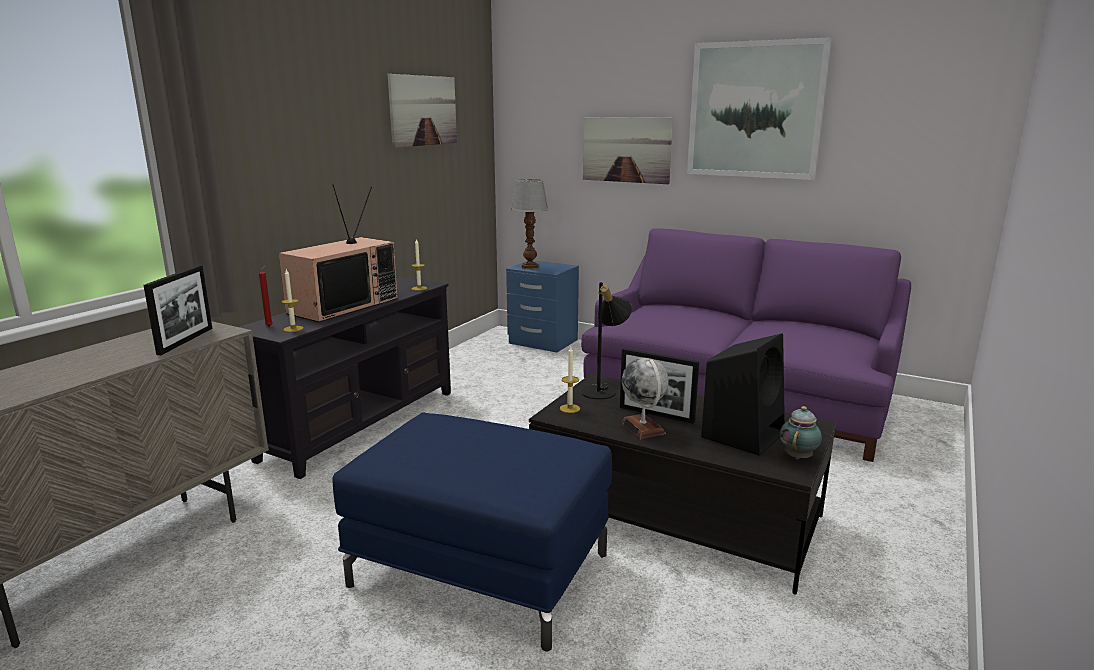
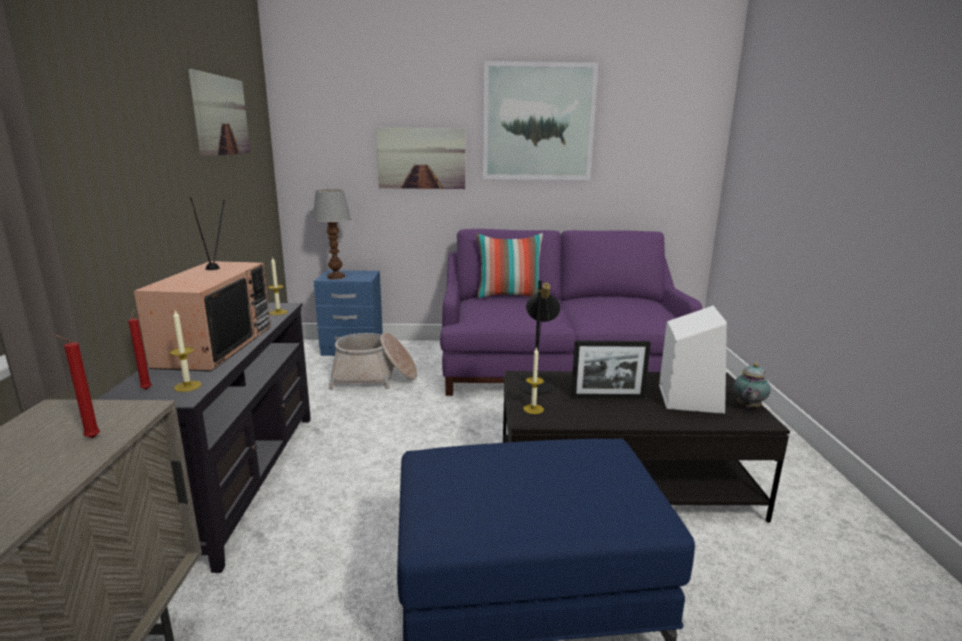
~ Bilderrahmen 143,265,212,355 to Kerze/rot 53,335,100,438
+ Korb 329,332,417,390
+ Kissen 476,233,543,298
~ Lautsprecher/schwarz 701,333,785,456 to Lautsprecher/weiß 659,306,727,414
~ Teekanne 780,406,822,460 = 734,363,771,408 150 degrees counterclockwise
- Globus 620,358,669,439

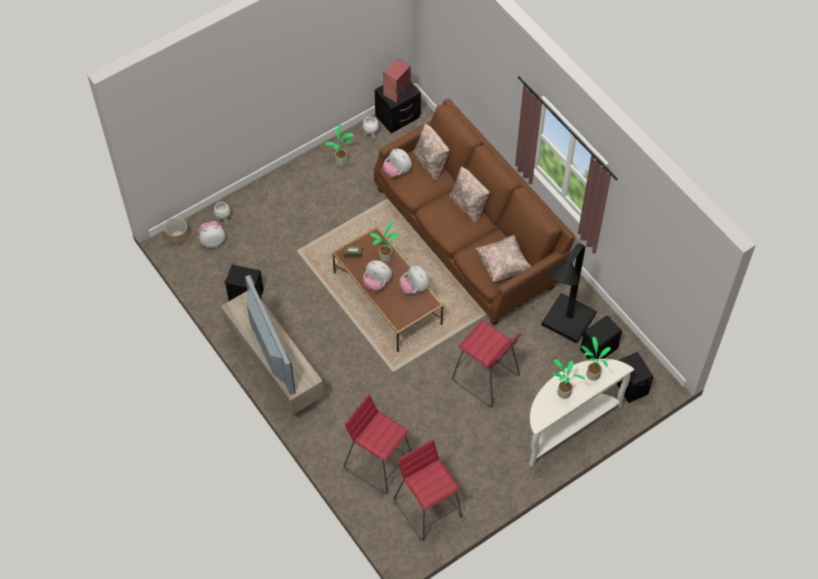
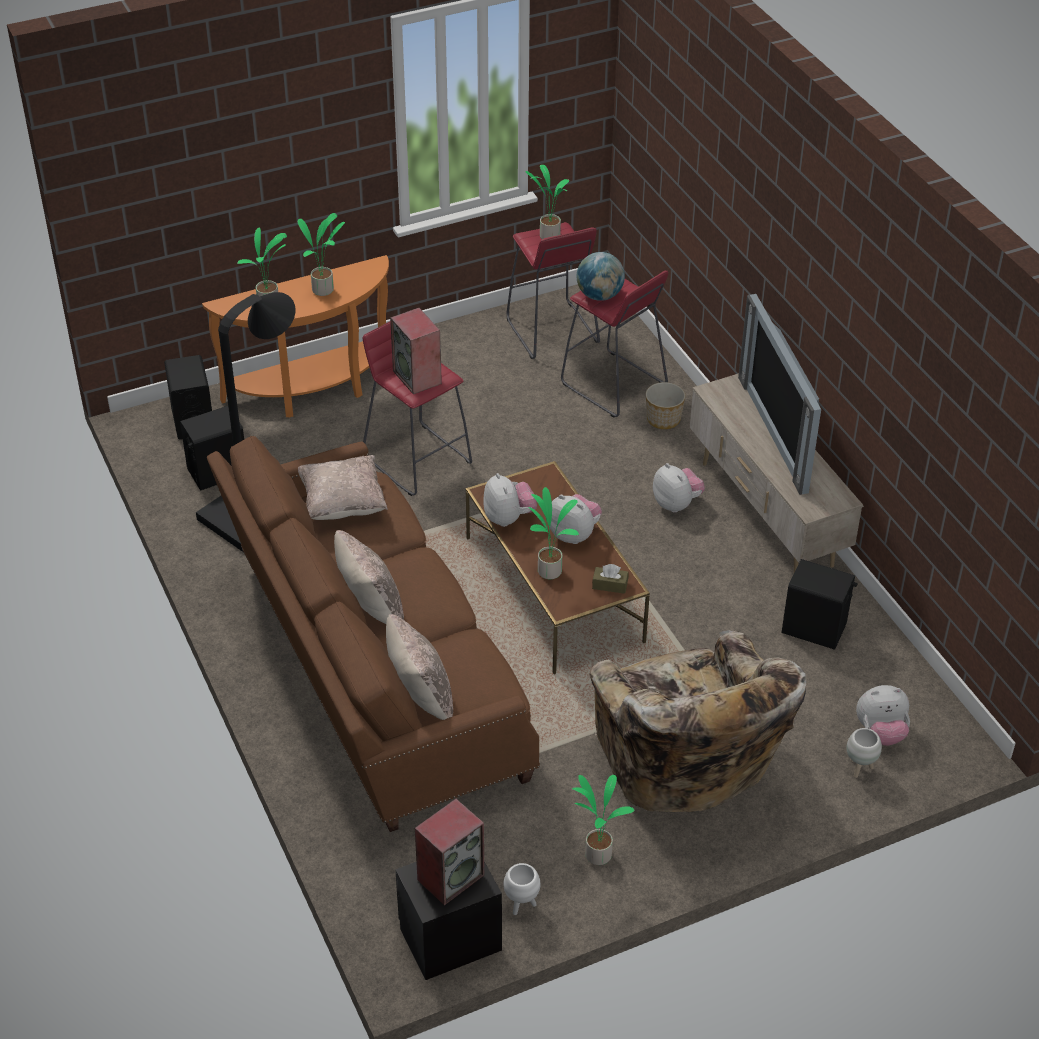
~ Konsolentisch/weiß 529,359,634,467 to Konsolentisch/orange 202,255,389,418
+ Lautsprecher 390,308,442,394
+ Topfpflanze 525,165,569,239
+ Globus 577,252,625,301
+ Sessel/beige 589,630,807,812
~ Pflanzkübel 164,217,188,245 to 646,382,685,429
~ Plüschtier 383,148,412,177 to 653,463,705,513

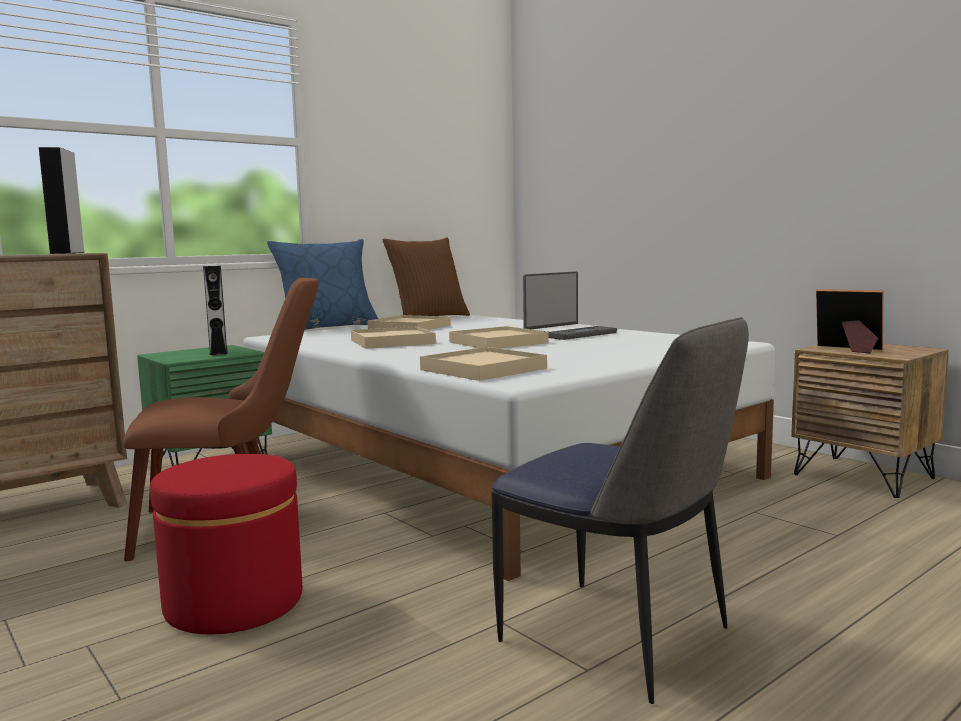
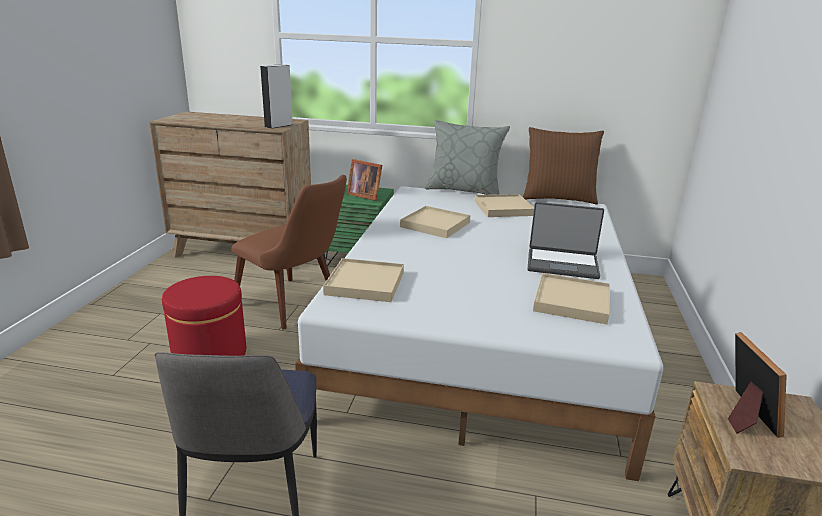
~ Lautsprecher/grau 203,265,228,356 to Bilderrahmen 347,159,382,201
~ Kissen/blau 267,239,378,330 to Kissen/grau 425,120,510,195
~ Tablett/beige 449,326,548,349 to 533,273,610,324

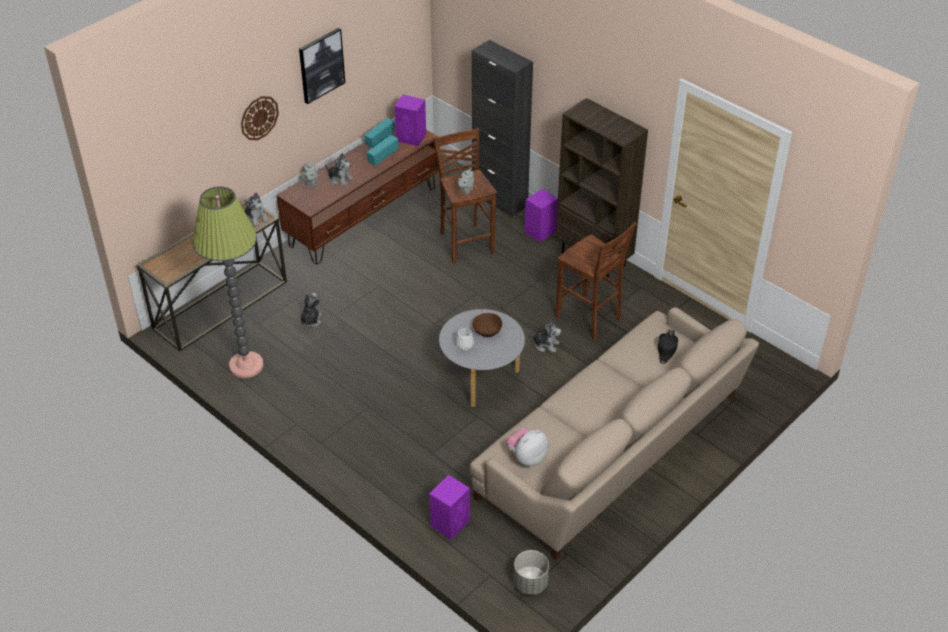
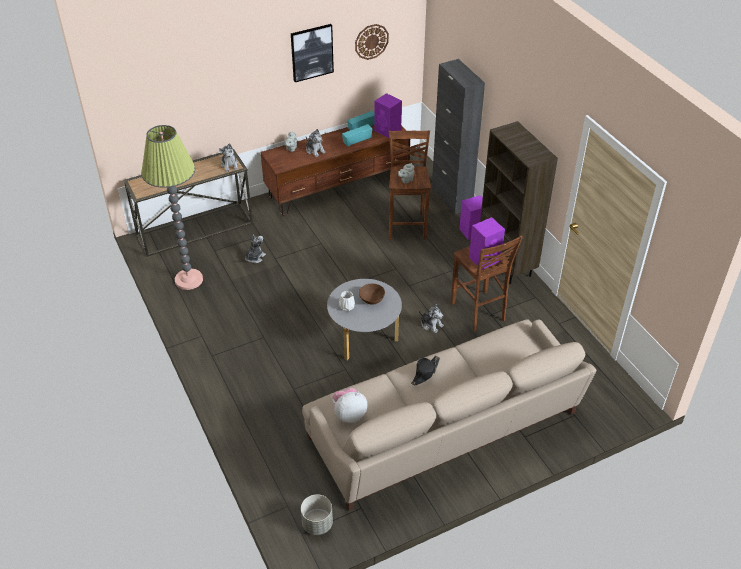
~ Wanduhr 241,96,279,140 to 355,24,389,60
~ Hut/schwarz 658,330,678,364 to 411,356,440,385
~ Lautsprecher/lila 429,475,470,540 to 469,217,505,270

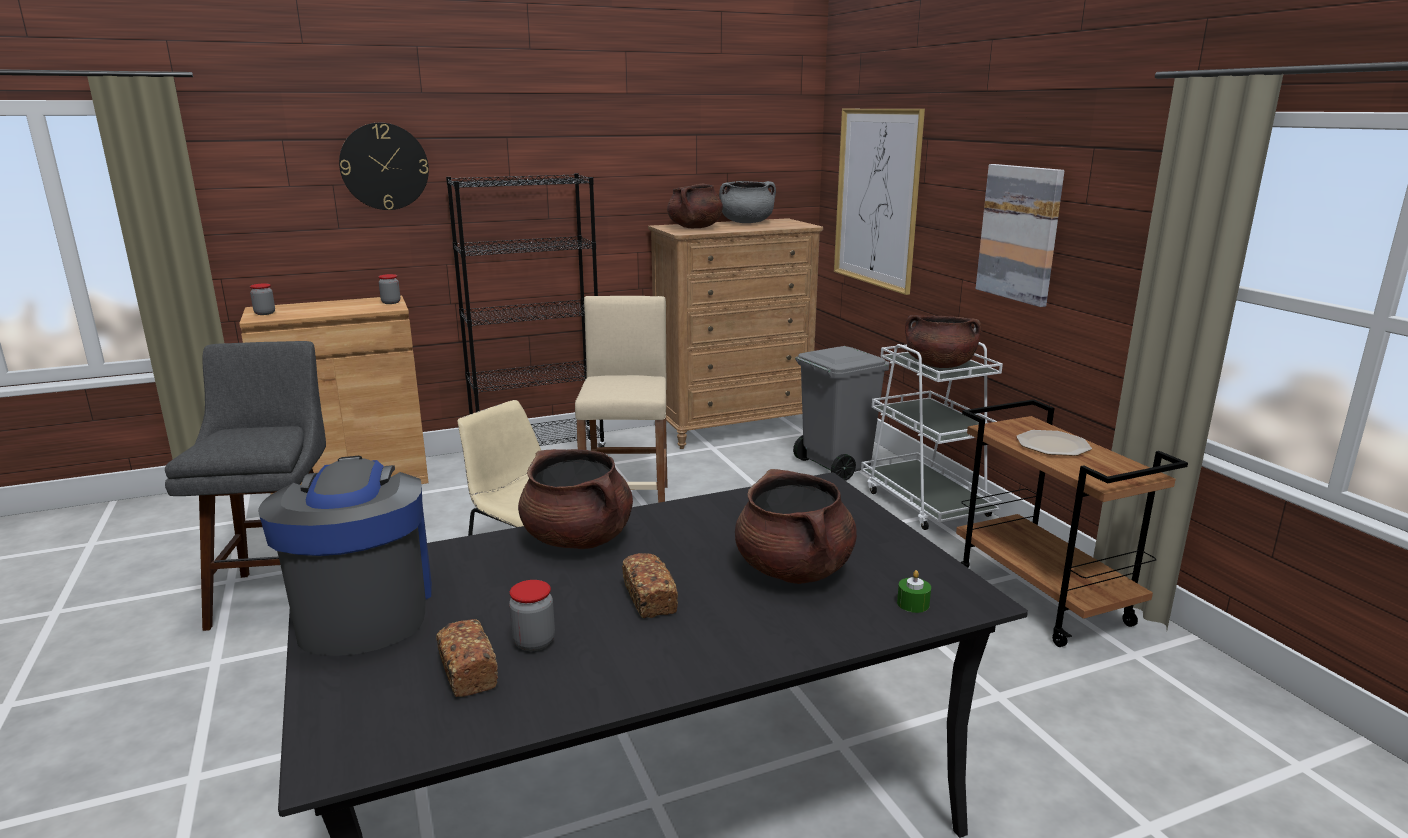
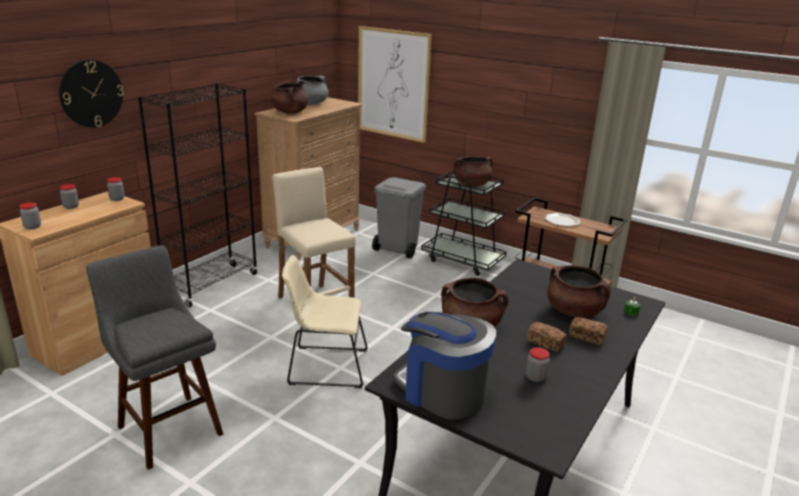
+ Vorratsglas 59,184,79,209
~ Rollwagen/weiß 861,342,1003,530 to Rollwagen/schwarz 421,170,507,276
~ Brot 436,619,498,697 to 569,317,608,345
- Bild 976,164,1064,307

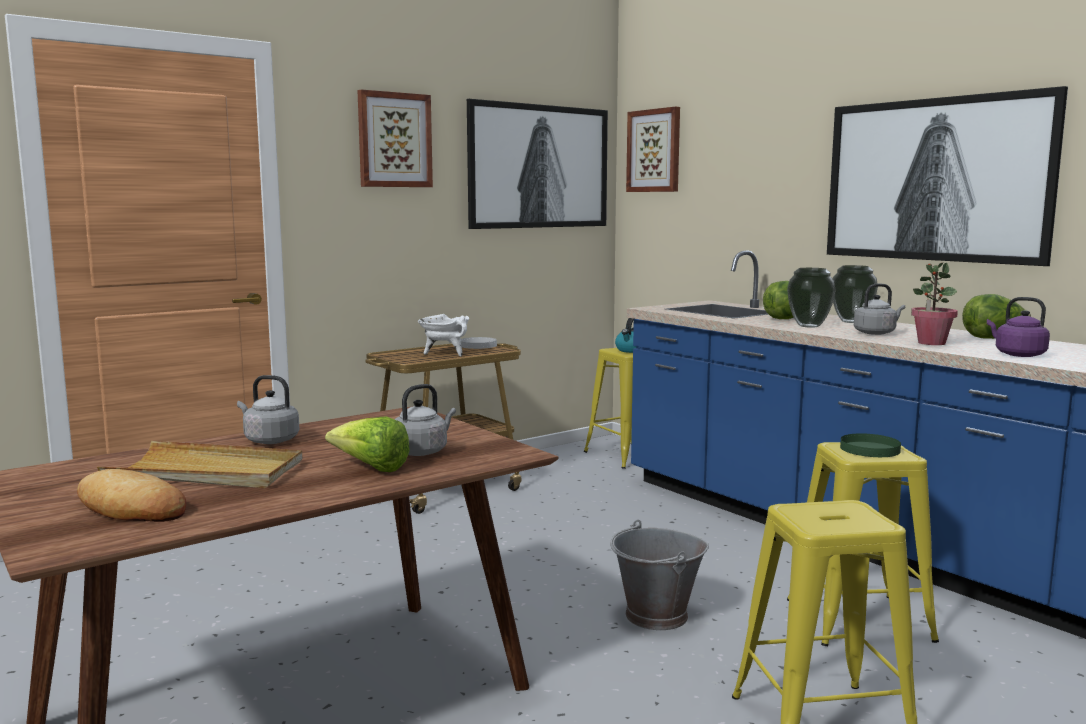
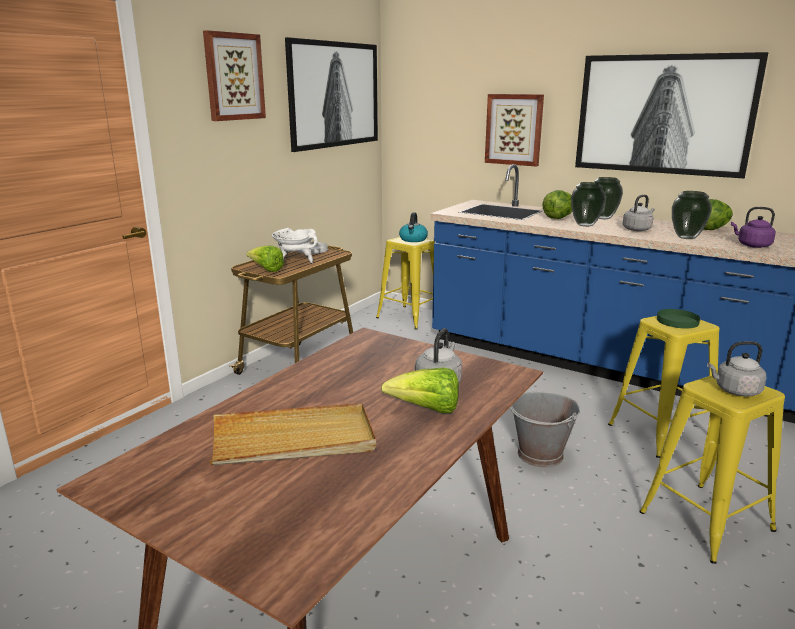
+ Salatkopf 246,245,284,272
~ Bild 626,107,680,192 to 485,94,544,167
~ Topfpflanze 911,263,958,345 to Vase 672,191,712,239
~ Wasserkessel/grau 237,375,299,444 to 707,341,767,397
- Brot 77,469,186,522

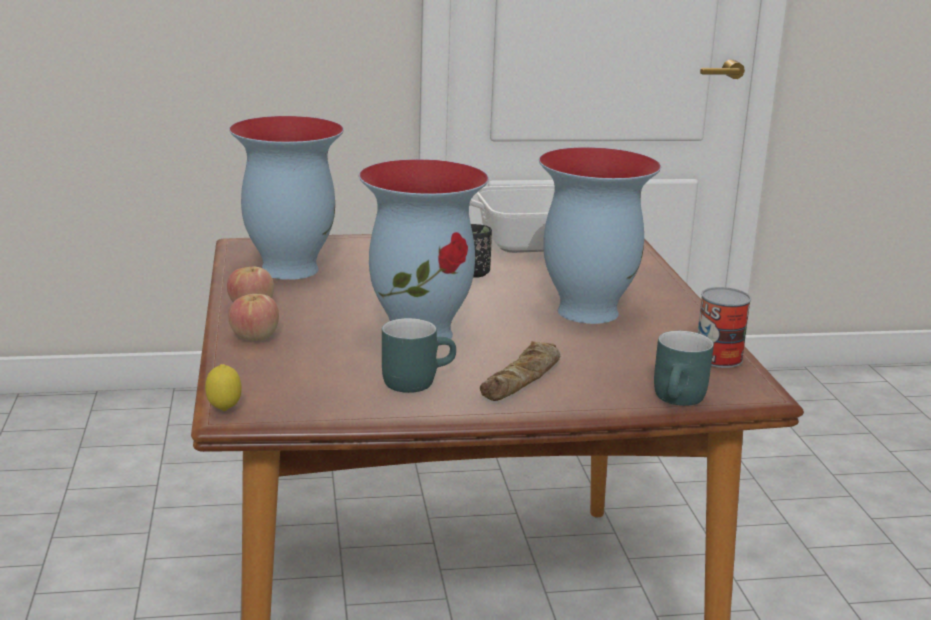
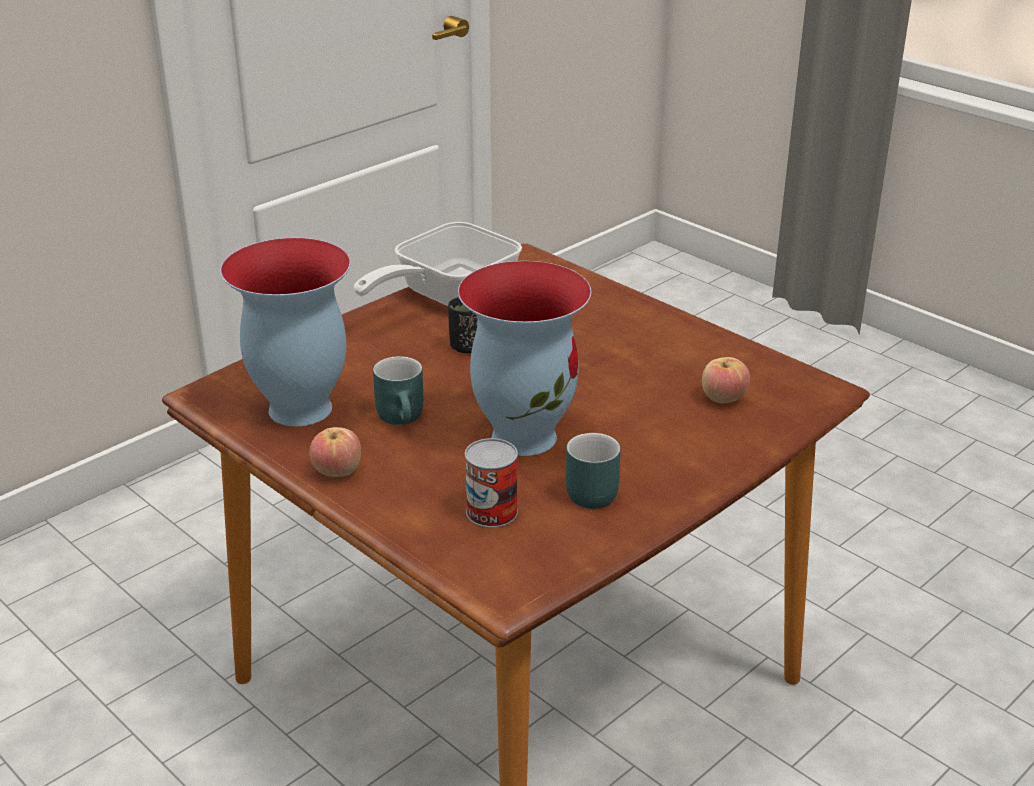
~ Henkelbecher/türkis 654,331,714,406 to 373,356,423,425
~ Dose 698,287,751,368 to 465,438,518,528
~ Apfel 228,294,279,341 to 702,357,750,403
- Zitrone 205,364,242,411
- Brot 480,341,560,401
- Vase 539,147,661,324

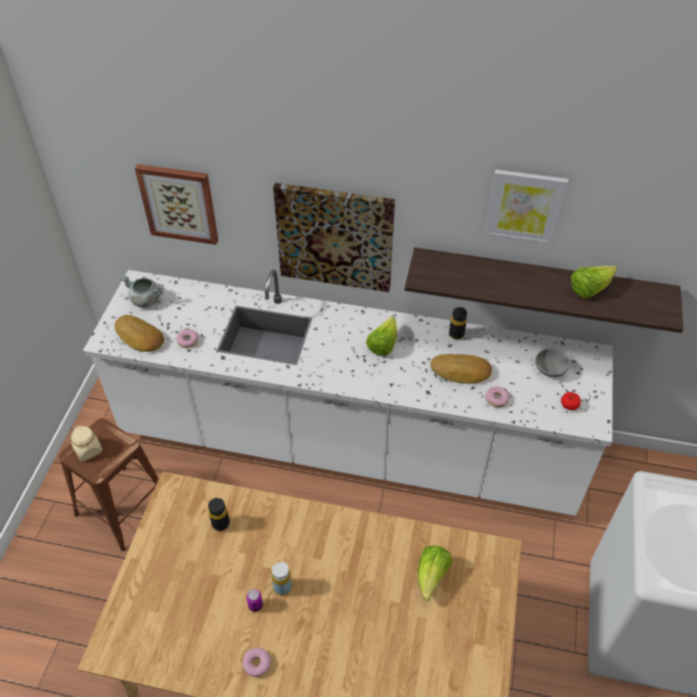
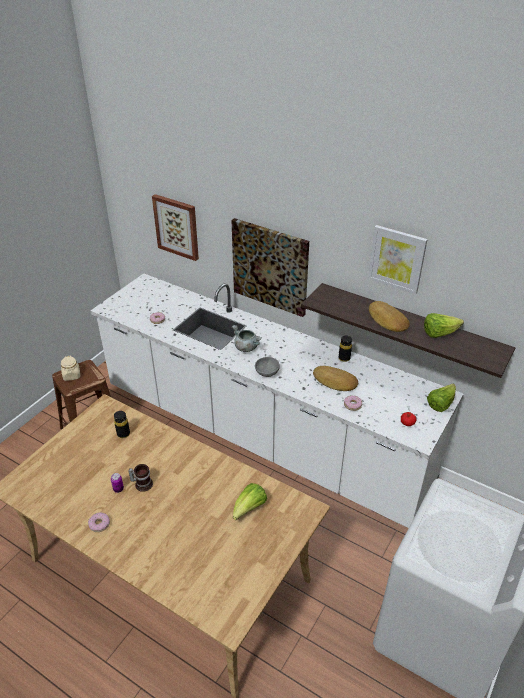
~ Flasche/gelb 271,562,292,595 to Henkelbecher 128,464,153,492
~ Kochtopf/grau 120,276,164,307 to 232,325,262,352
~ Schüssel/grau 535,349,570,377 to 255,357,280,377
~ Brot 115,315,164,352 to 369,301,410,332
~ Salatkopf 366,316,397,356 to 427,384,456,412

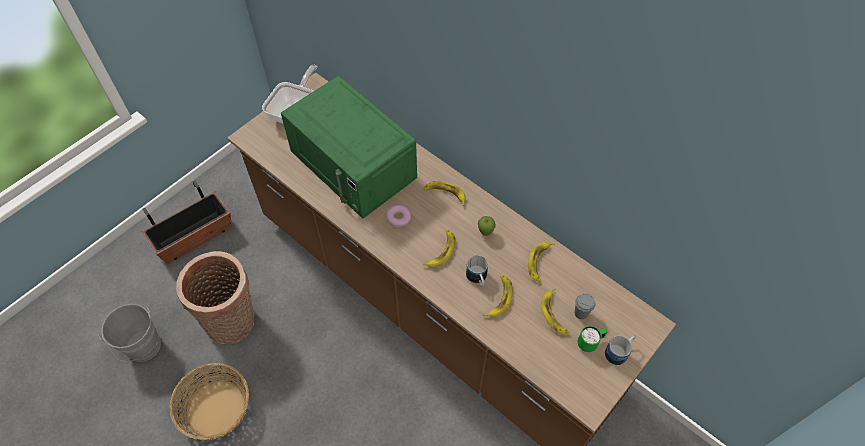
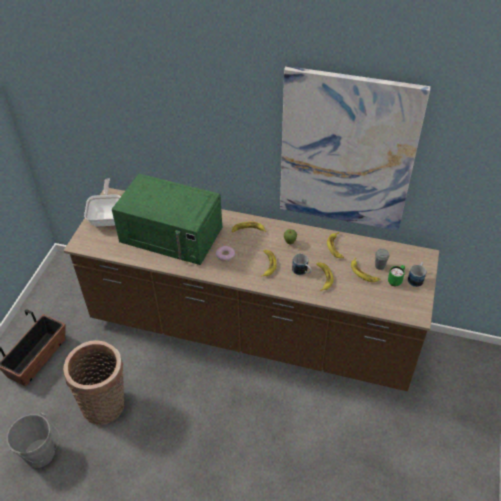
+ Bild 280,66,431,231
- Korb 169,363,249,440

